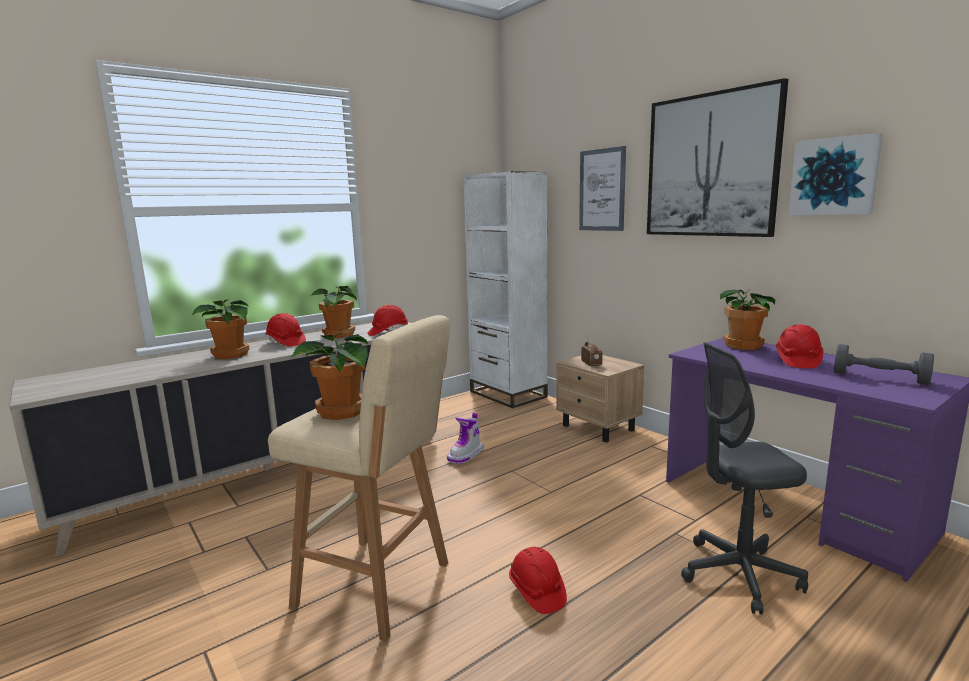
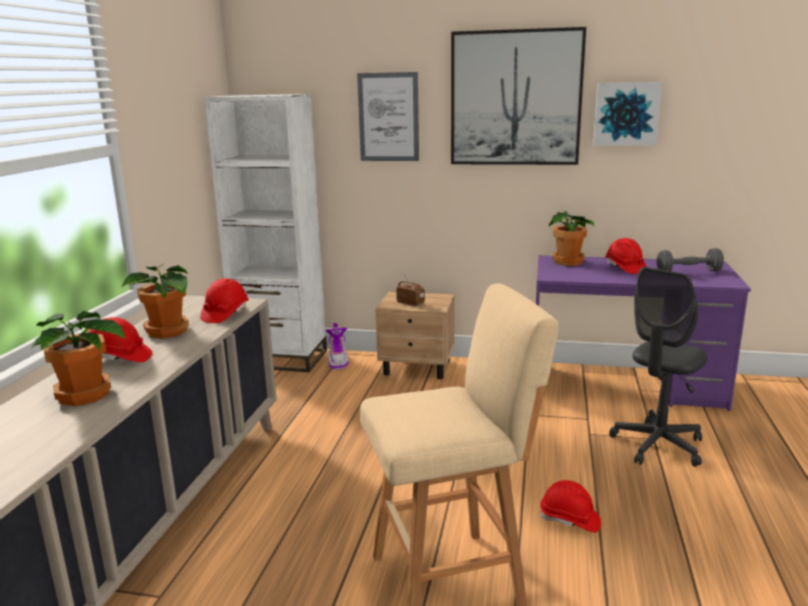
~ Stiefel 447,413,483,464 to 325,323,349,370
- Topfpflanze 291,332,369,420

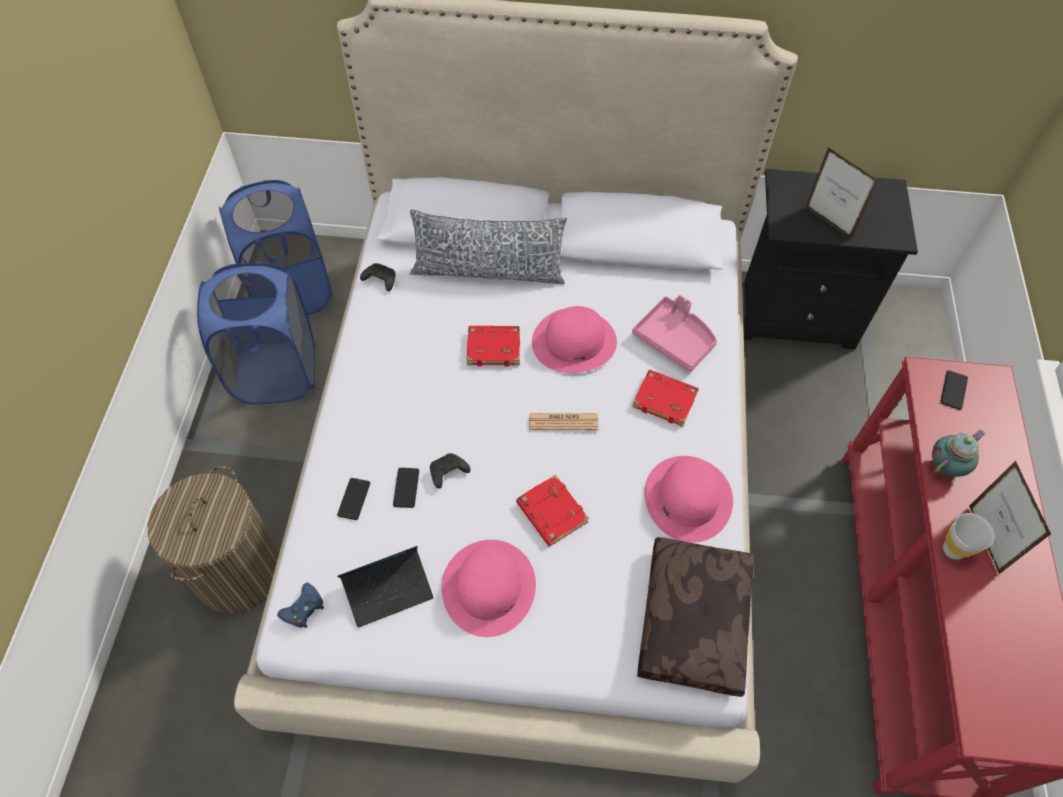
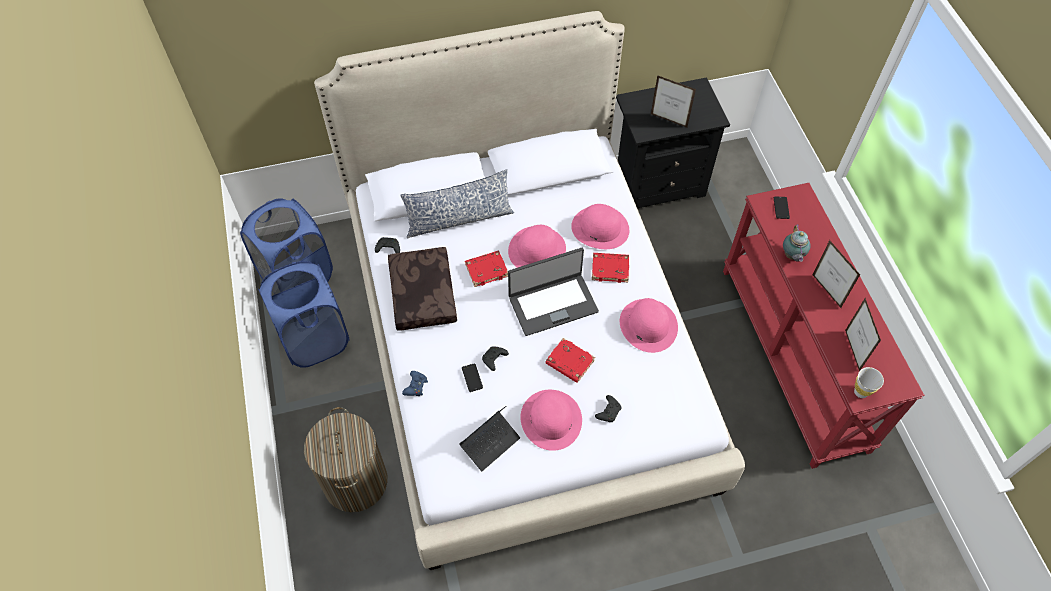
~ Kissen/braun 637,537,753,697 to 388,247,457,331
~ Gamepad/blau 277,583,324,628 to 402,371,428,396
~ Zeitung 529,413,598,430 to Laptop 508,248,599,336
~ Tablett/rosa 632,295,717,372 to Hut/rosa 571,204,629,249
+ Gamepad/schwarz 595,395,621,422
~ Teekanne 932,429,985,478 = 783,224,811,262 150 degrees clockwise
+ Bilderrahmen 845,298,881,371
~ Tasse/weiß 943,513,995,560 to 854,367,884,398
- Handy 337,478,370,520

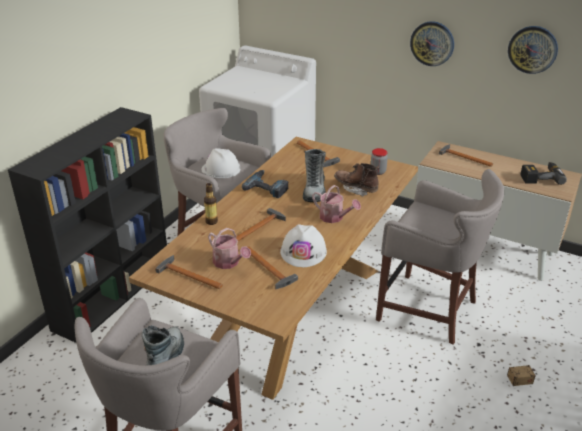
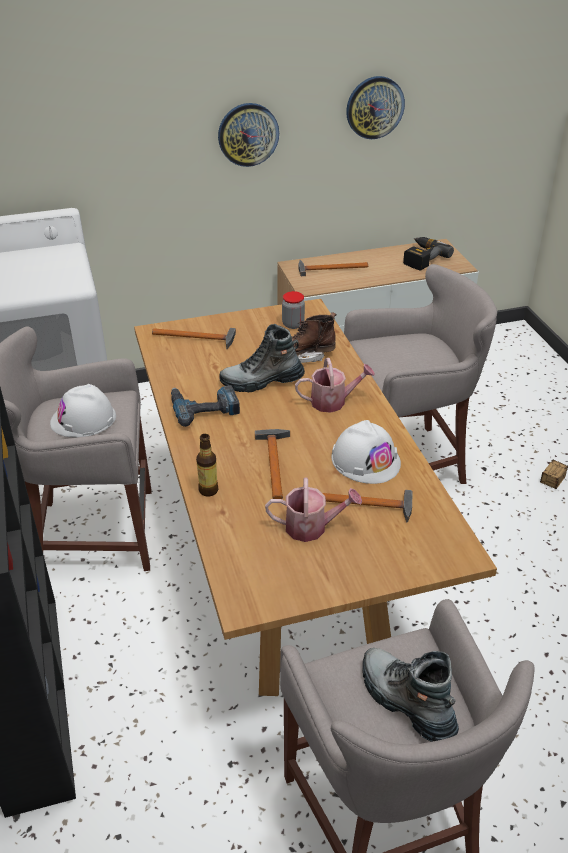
~ Stiefel 303,149,326,202 = 219,324,305,392 120 degrees clockwise
- Hammer 155,255,223,289

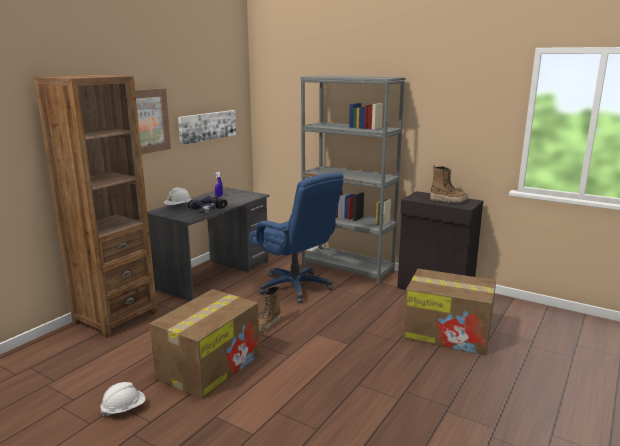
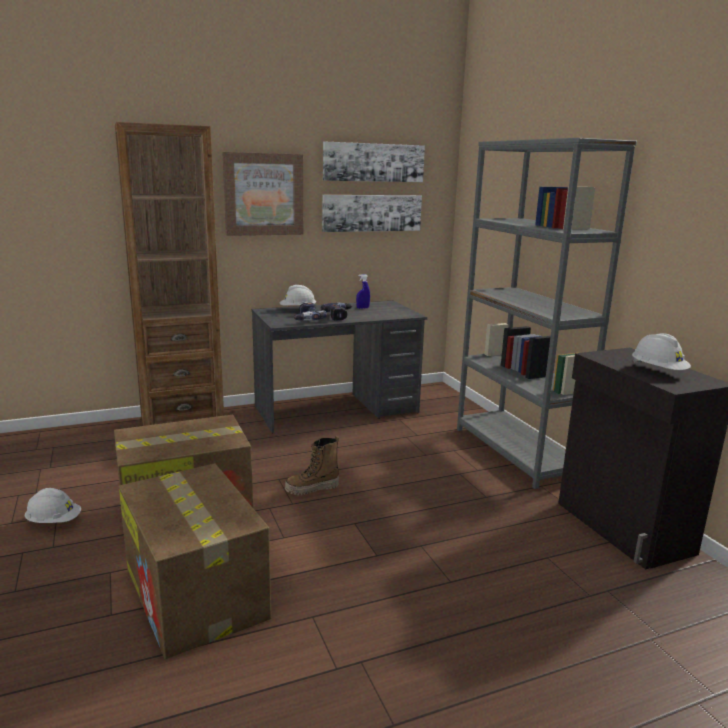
~ Karton 403,269,496,355 to 119,463,271,659
+ Bild 323,141,425,182
~ Stiefel 430,165,467,203 to Schutzhelm/weiß 632,333,691,370
- Bürostuhl/blau 249,172,344,303

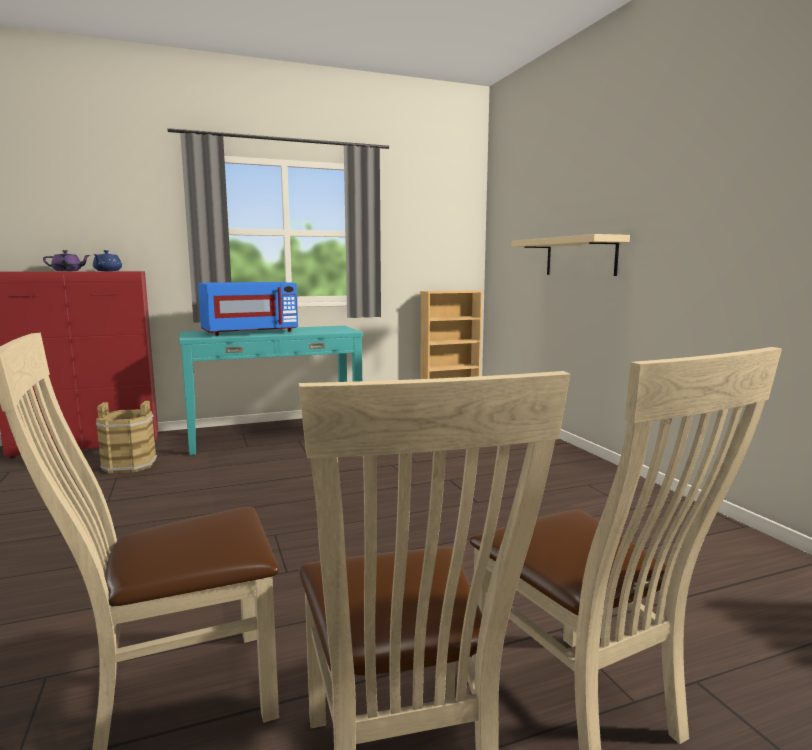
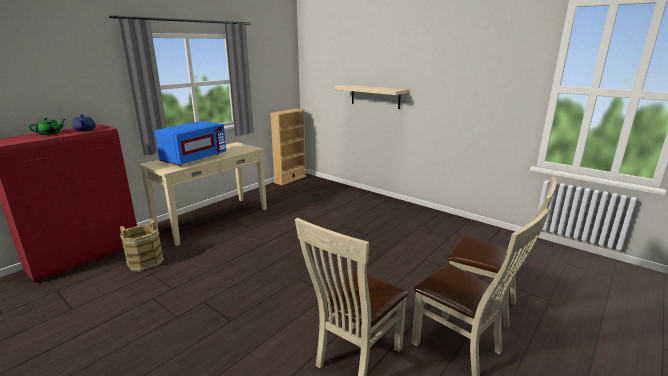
~ Teekanne/lila 43,250,90,271 to Teekanne/grün 29,118,65,135
~ Konsolentisch/türkis 179,326,363,455 to Konsolentisch/beige 139,142,267,246

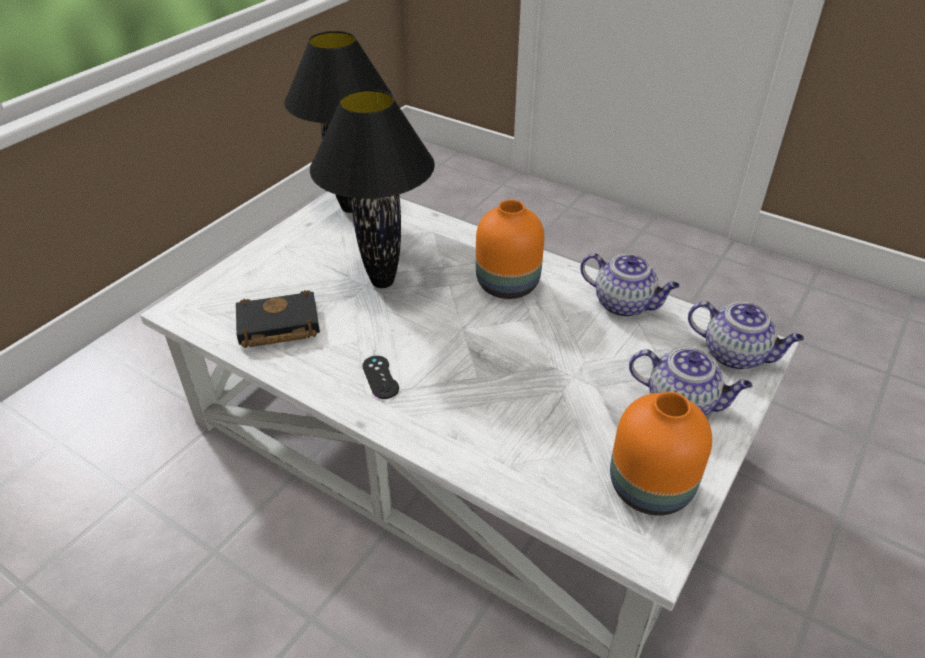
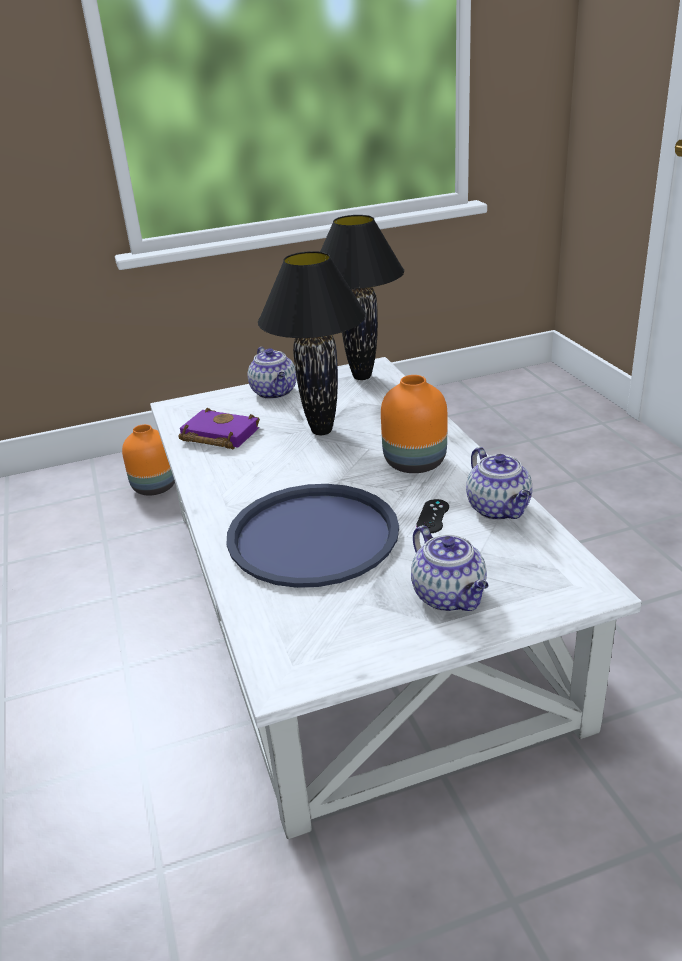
~ Vase/orange 610,392,712,515 to 122,424,175,496
~ Buch/schwarz 236,290,320,348 to Buch/lila 178,408,260,449
+ Tablett/blau 227,484,399,588
~ Teekanne 688,301,804,370 to 248,347,297,399
~ Gamepad/schwarz 362,356,399,399 to 416,499,449,533

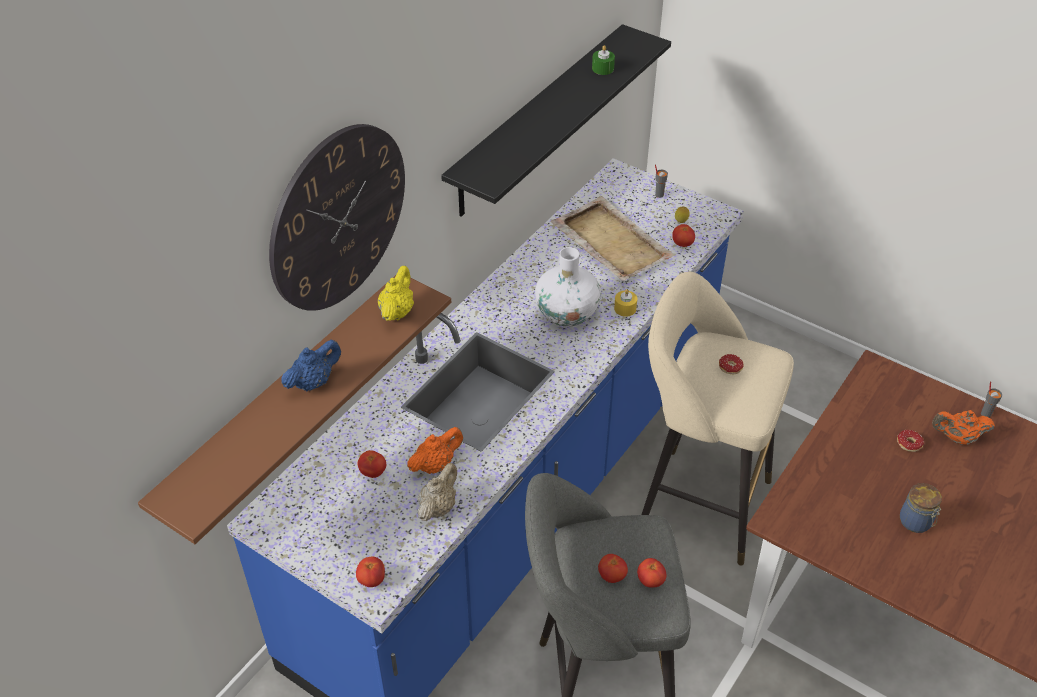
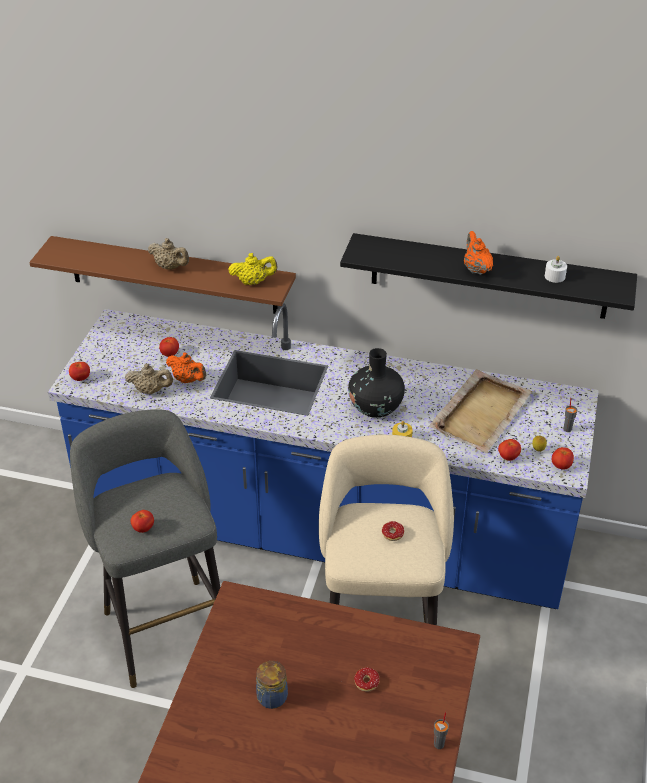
~ Teekanne/blau 281,340,341,391 to Teekanne/beige 148,238,189,270
~ Vase/weiß 535,247,601,327 to Vase/schwarz 348,348,405,418
~ Teekanne/orange 932,410,995,445 to 464,231,493,275
~ Kerze/grün 592,45,615,75 to Kerze/weiß 545,256,567,283
~ Tomate 598,554,628,583 to 552,447,574,470
- Wanduhr 269,124,405,311

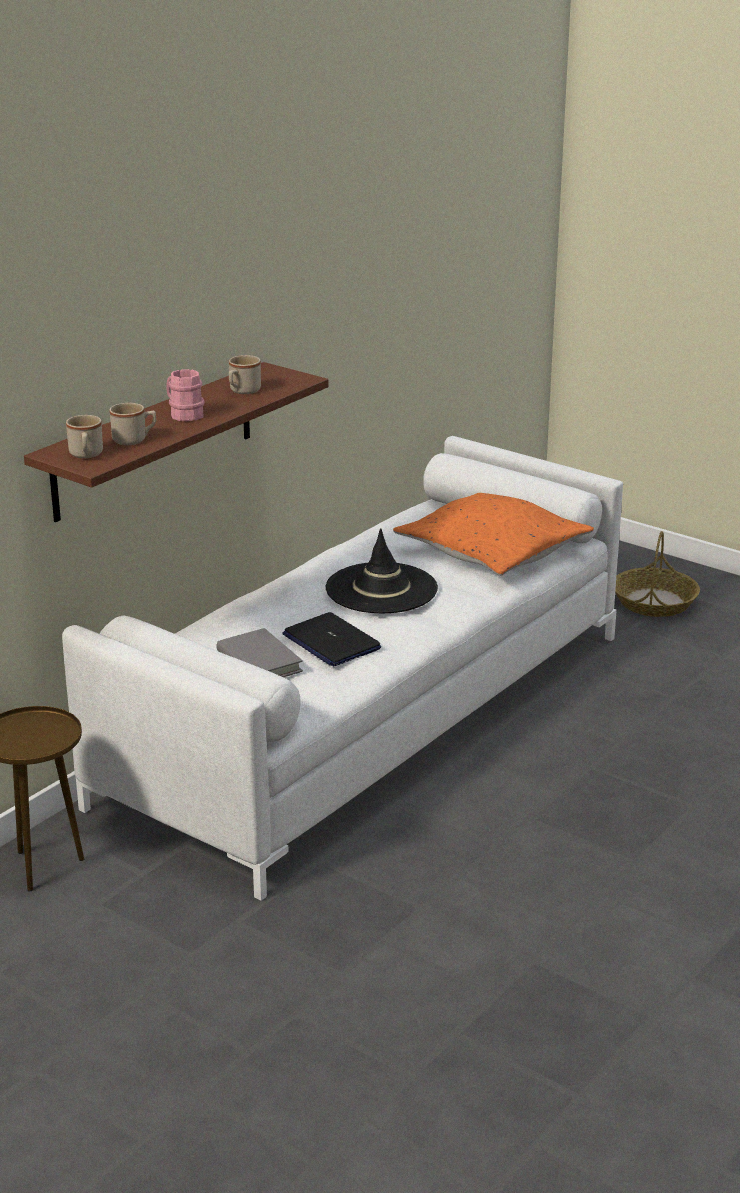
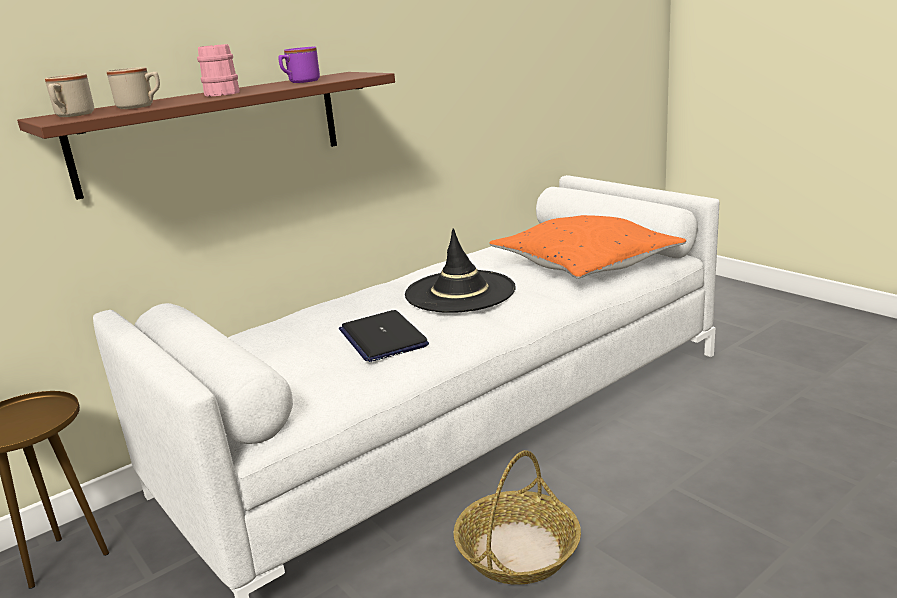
~ Henkelbecher/beige 229,355,261,394 to Henkelbecher/lila 278,47,320,83
~ Korb 615,531,700,617 to 453,450,581,585
- Buch/grau 216,628,303,677

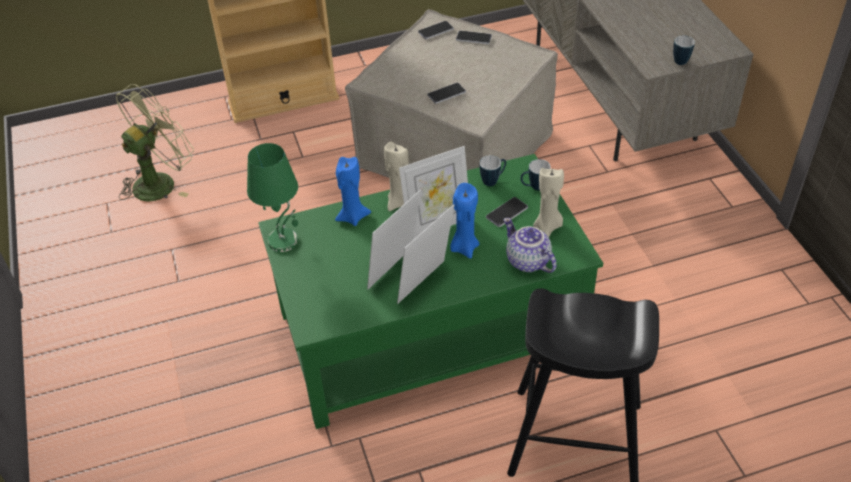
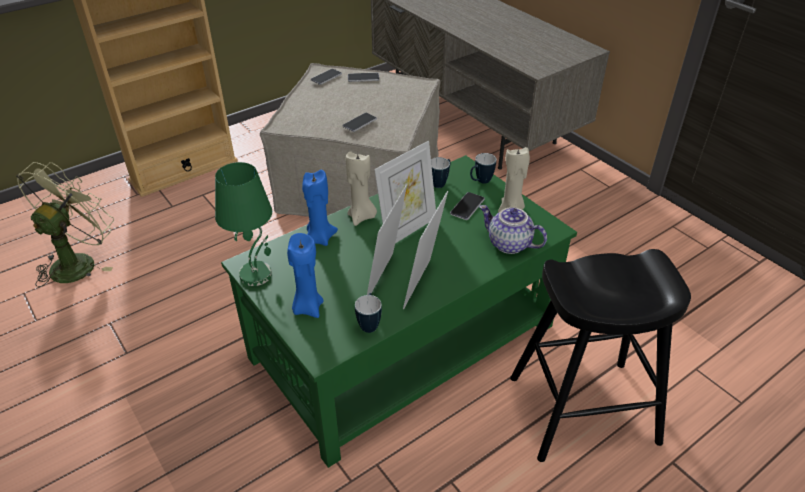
~ Kerze/blau 450,183,479,259 to 287,233,324,318
~ Henkelbecher 673,35,695,65 to 355,293,382,333

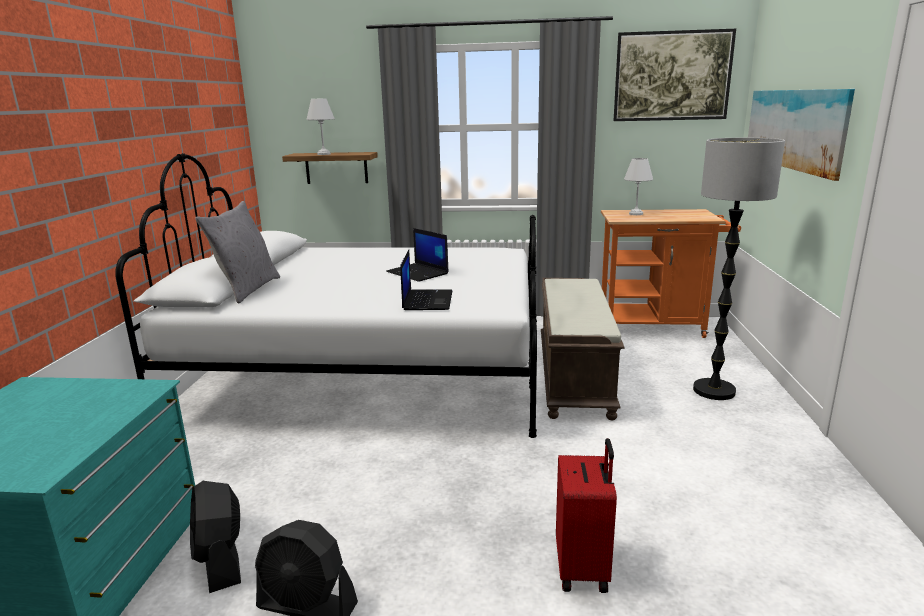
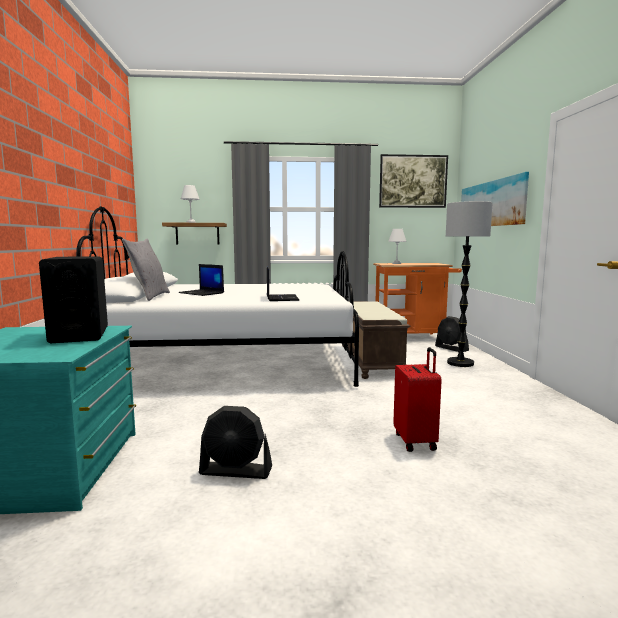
+ Lautsprecher/schwarz 39,256,108,343
~ Laptop 386,228,449,282 to 178,264,224,296
~ Ventilator/schwarz 190,481,241,593 to 435,316,469,352

